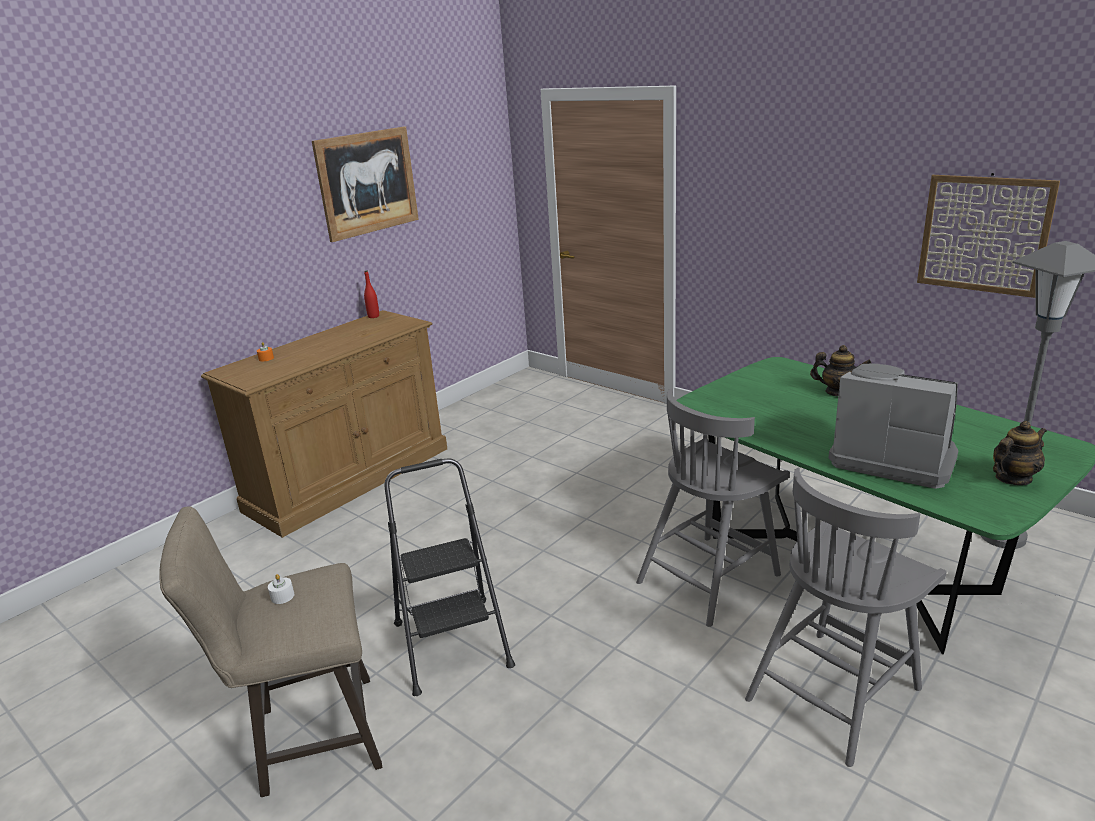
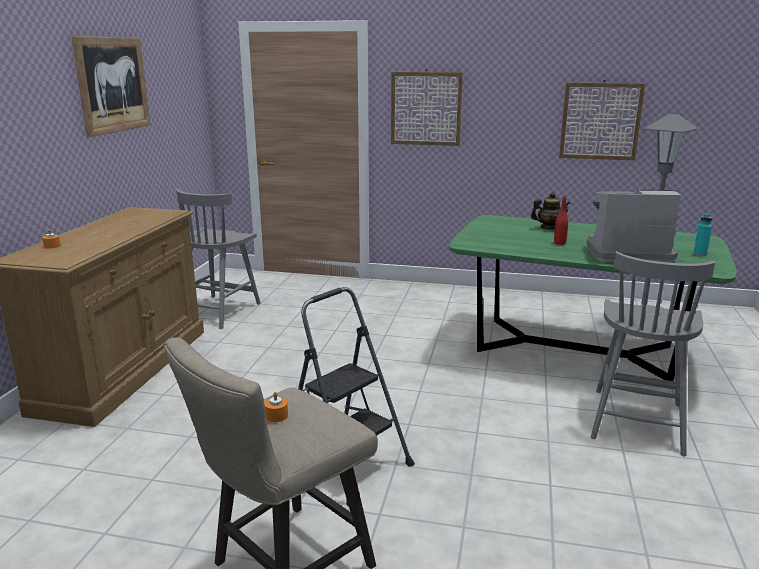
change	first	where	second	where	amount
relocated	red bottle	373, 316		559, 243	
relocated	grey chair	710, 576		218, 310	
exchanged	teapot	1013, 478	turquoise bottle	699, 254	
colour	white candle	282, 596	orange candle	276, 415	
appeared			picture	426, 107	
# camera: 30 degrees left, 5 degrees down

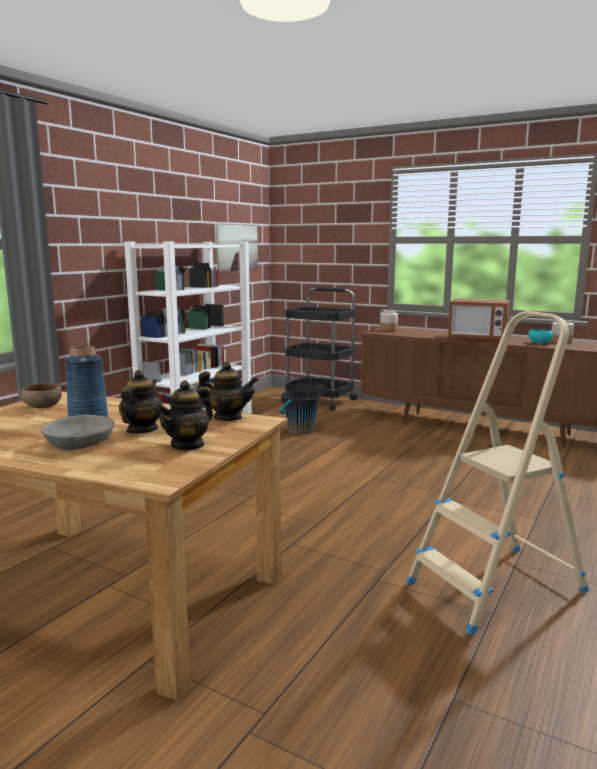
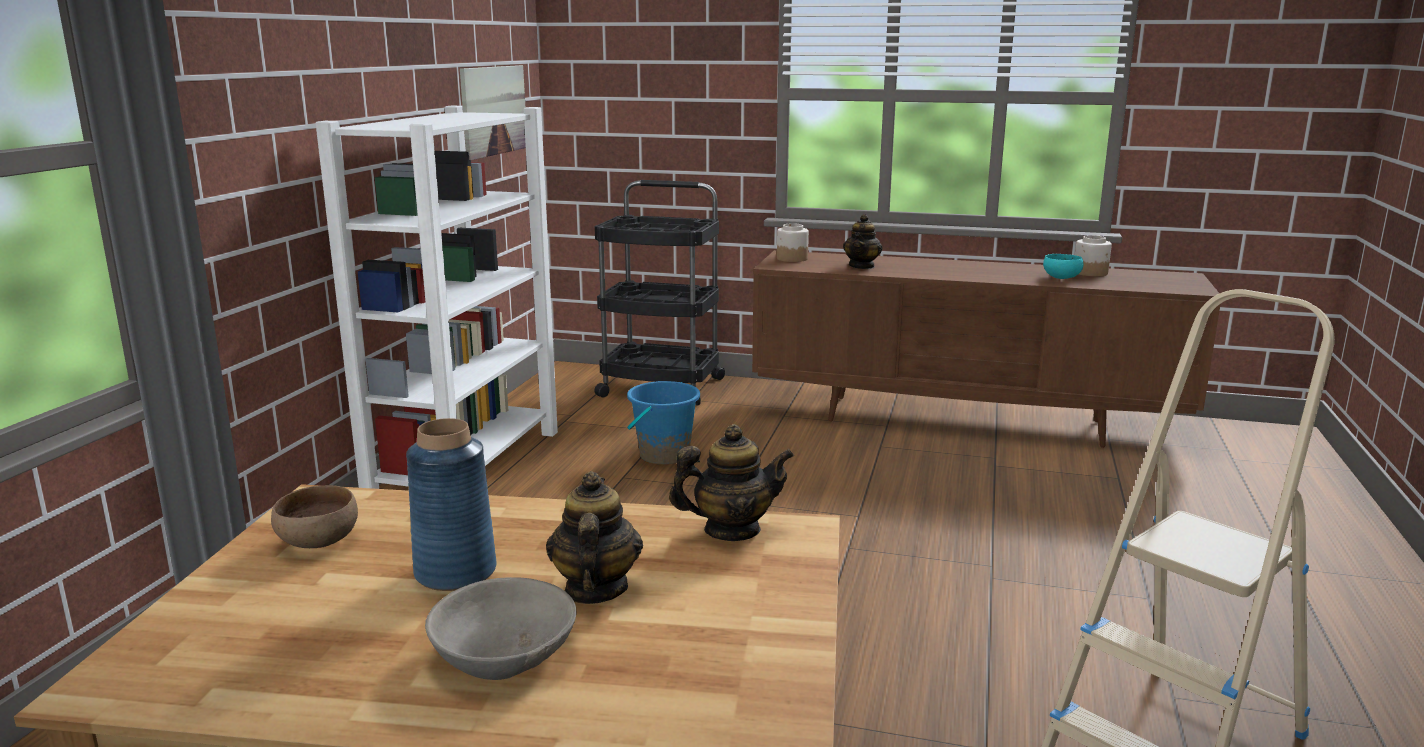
change	first	where	second	where	amount
missing	microwave	477, 339			
relocated	teapot	188, 445		862, 266	
colour	black bucket	300, 430	blue bucket	664, 455	
# camera: 15 degrees left, 5 degrees up

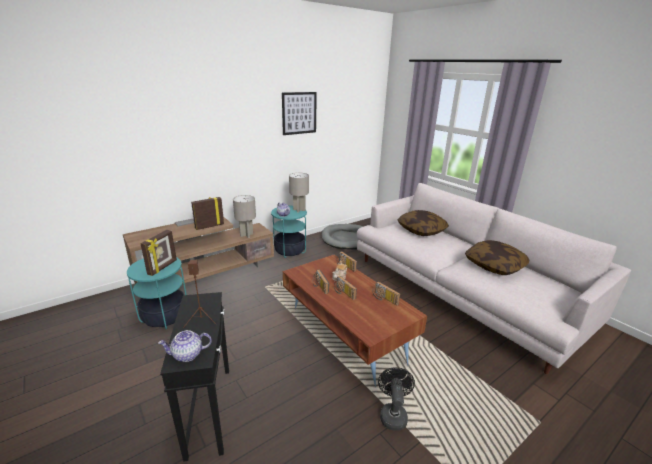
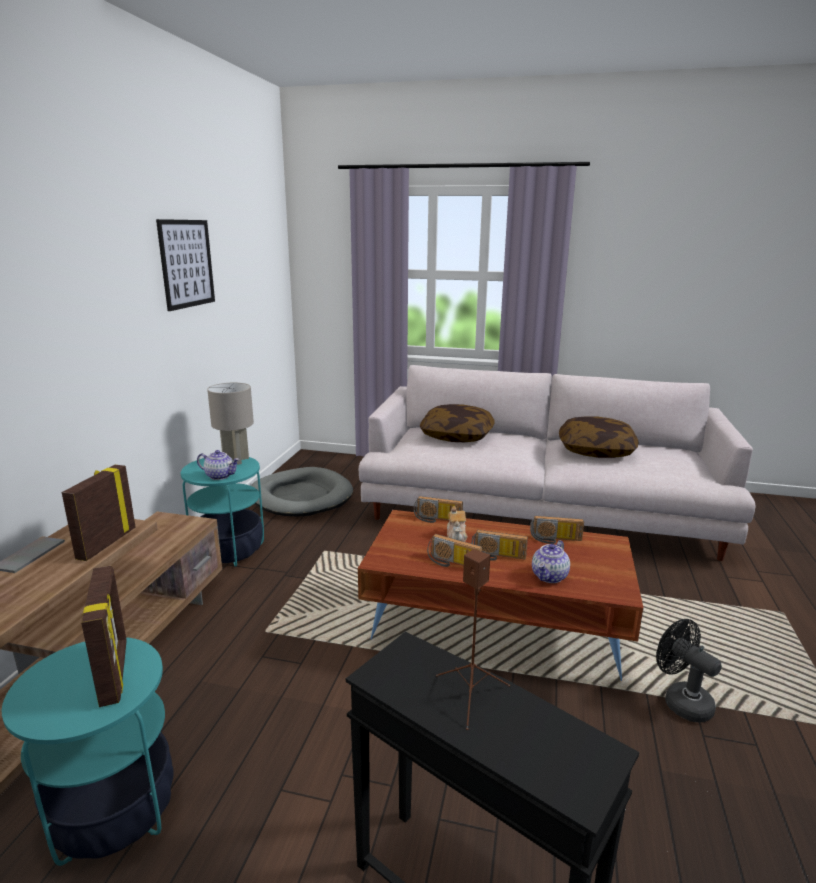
change	first	where	second	where	amount
missing	grey table lamp	246, 235			
relocated	teapot	187, 355		550, 576	
# camera: 40 degrees left, 5 degrees down

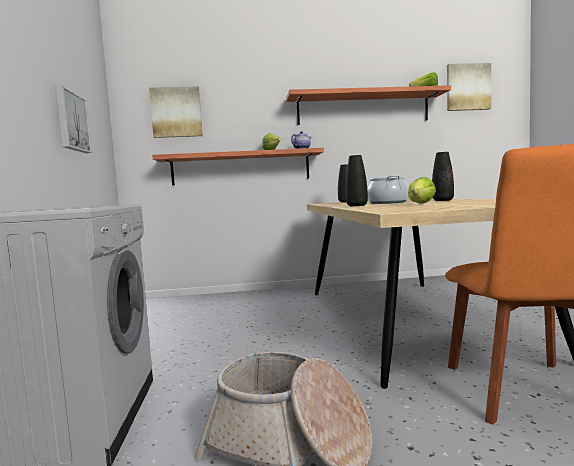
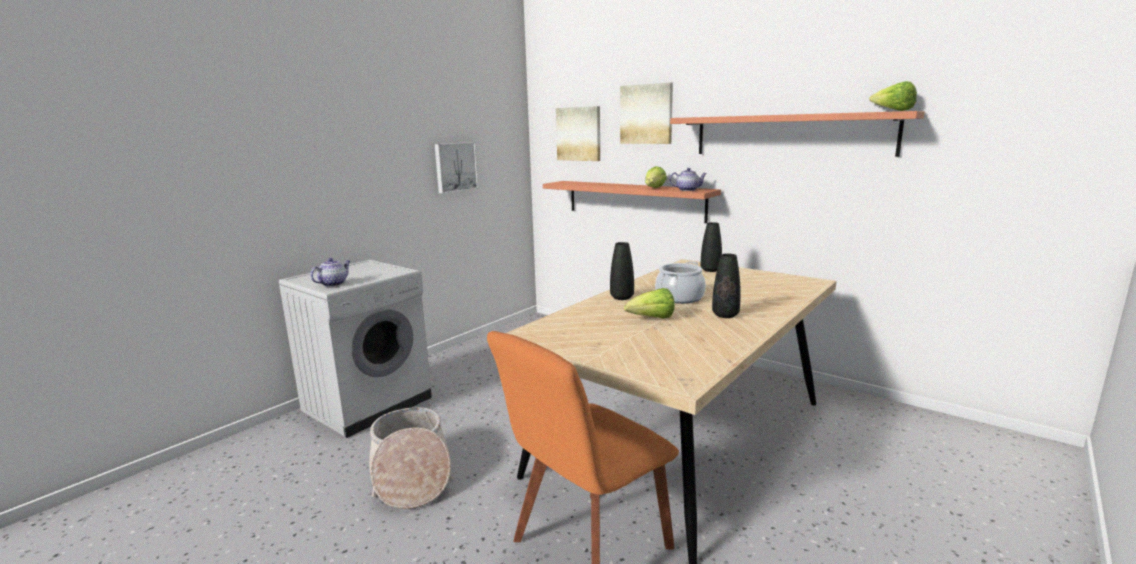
change	first	where	second	where	amount
relocated	picture	468, 87		646, 114	
appeared			teapot	333, 284	
# camera: 45 degrees right, 10 degrees up

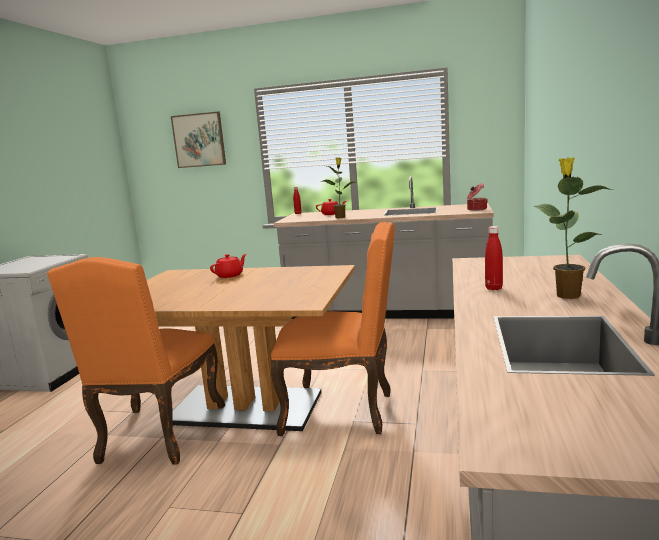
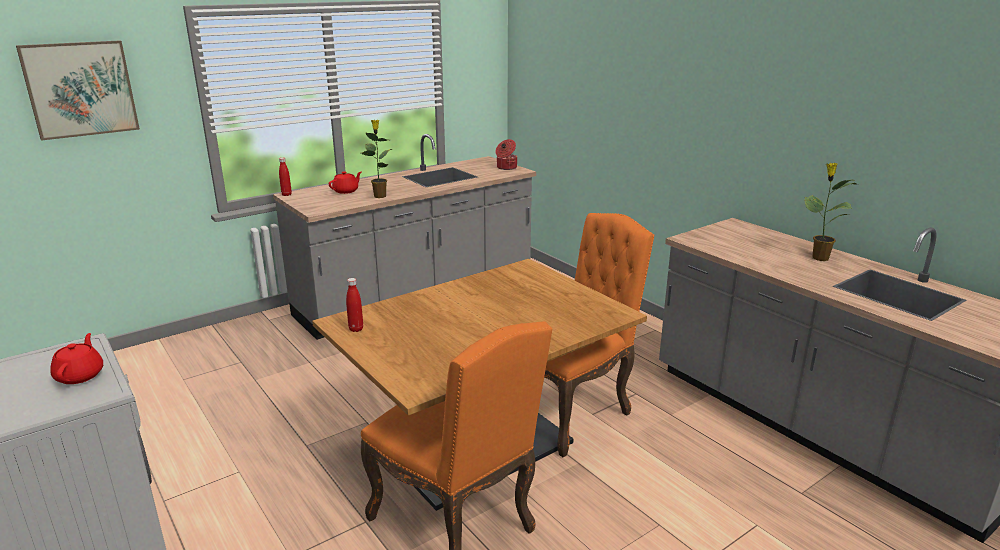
change	first	where	second	where	amount
relocated	red bottle	493, 288		356, 329	
relocated	red teapot	230, 275		80, 375	
# camera: 50 degrees left, 10 degrees up

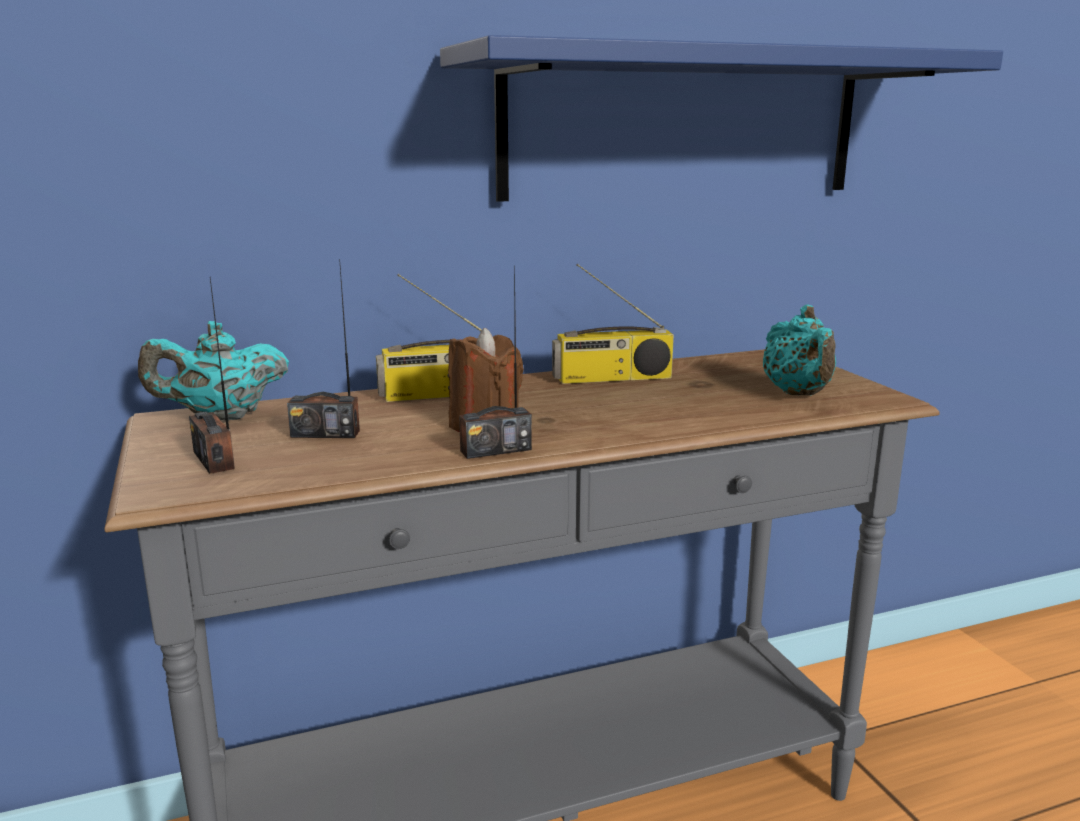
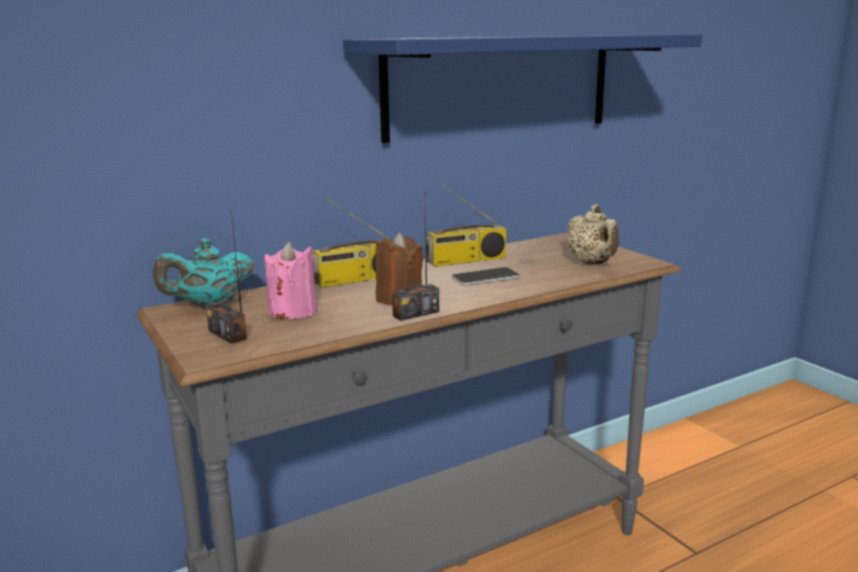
change	first	where	second	where	amount
exchanged	radio	325, 433	pink candle	293, 312	
colour	turquoise teapot	798, 394	beige teapot	592, 263	
appeared			phone	486, 278	
# camera: 10 degrees left, 0 degrees up

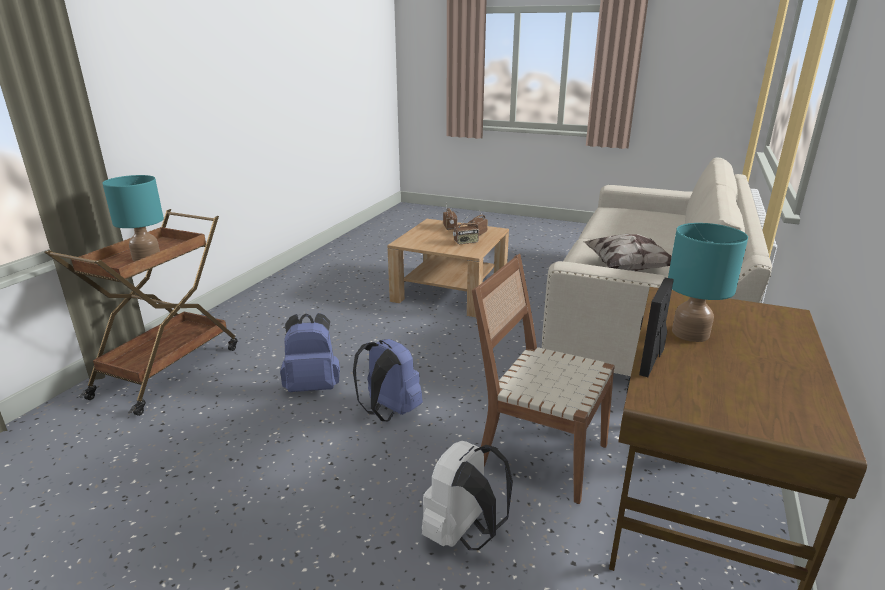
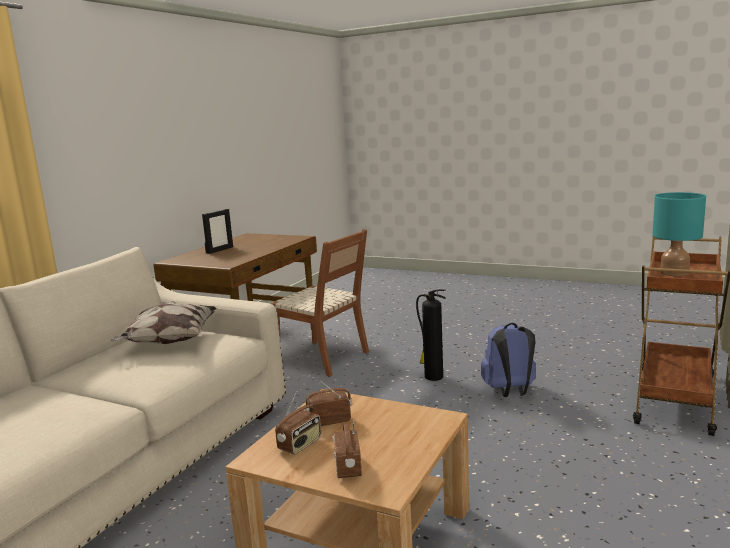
change	first	where	second	where	amount
missing	turquoise table lamp	691, 333			
relocated	picture frame	652, 361		219, 250	
exchanged	blue backpack	389, 411	fire extinguisher	432, 376	
missing	white backpack	463, 534			
# camera: 175 degrees left, 10 degrees down

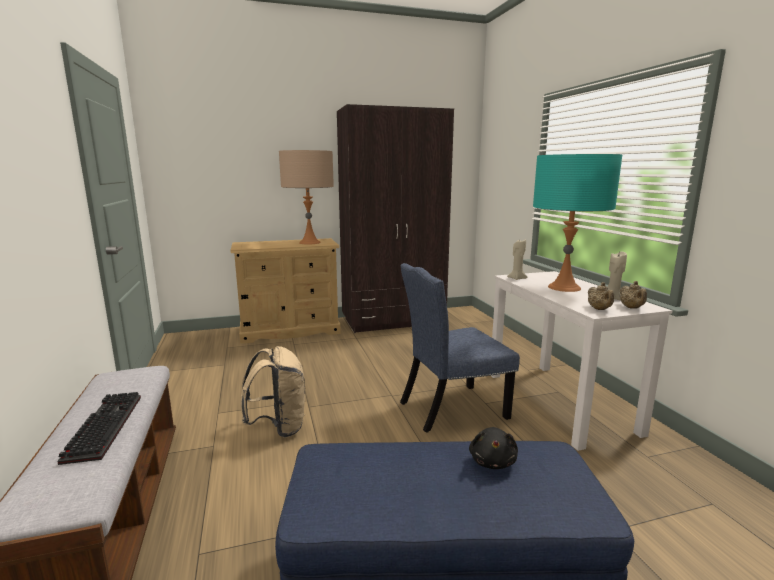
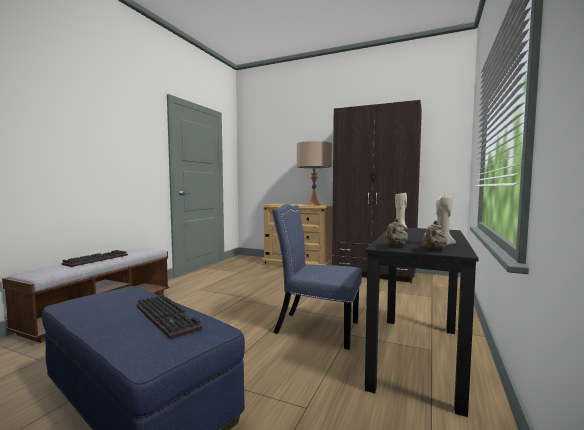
change	first	where	second	where	amount
missing	turquoise table lamp	564, 287			
colour	white desk	559, 402	black desk	417, 356	
missing	beige backpack	279, 427			
exchanged	black plush toy	492, 461	keyboard	169, 317	
# camera: 40 degrees right, 10 degrees down

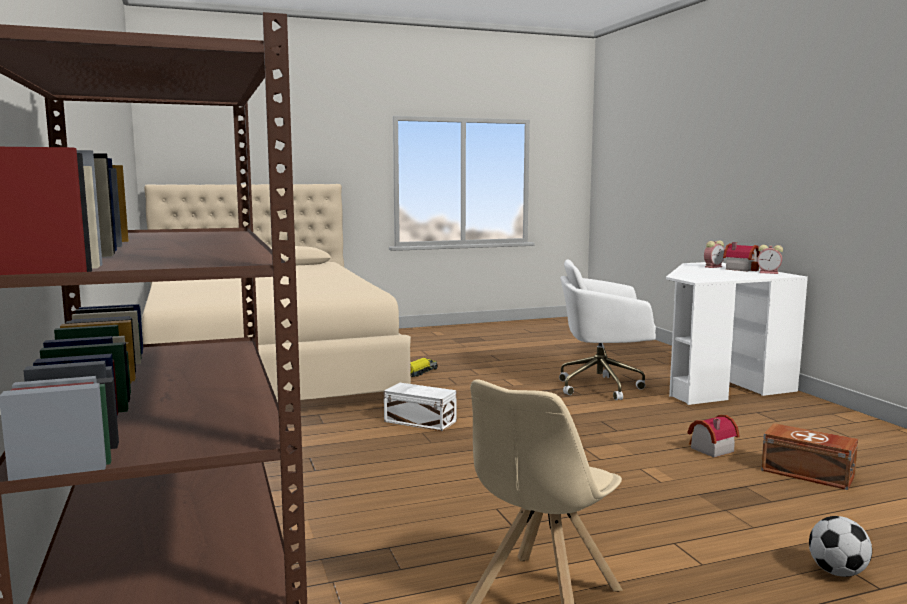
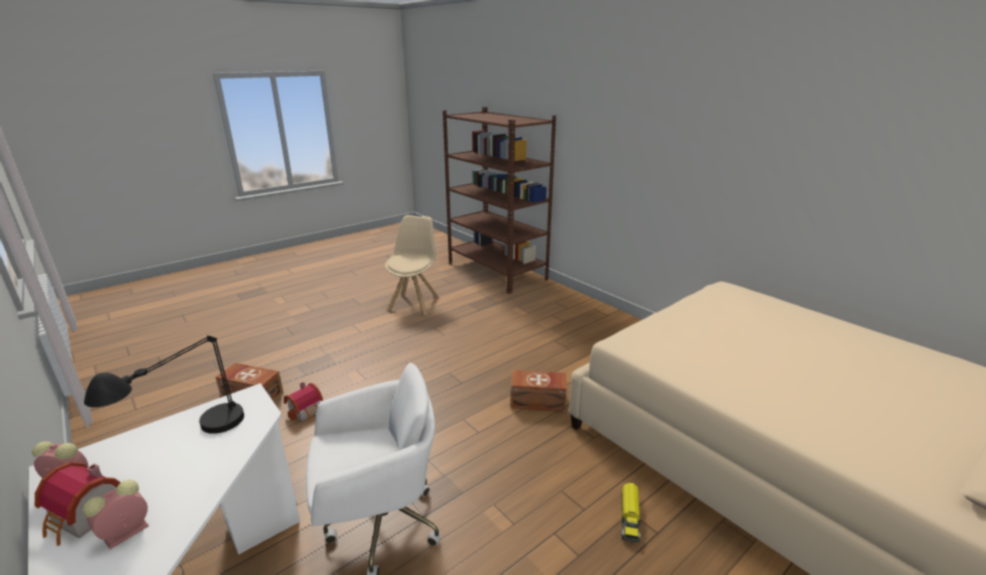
change	first	where	second	where	amount
colour	white storage box	419, 421	brown storage box	538, 401	
missing	football	837, 572			
appeared			black table lamp	191, 442	
# camera: 160 degrees right, 15 degrees up

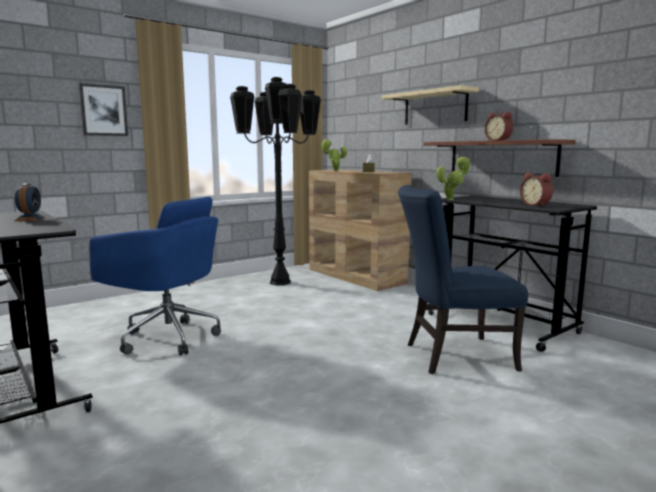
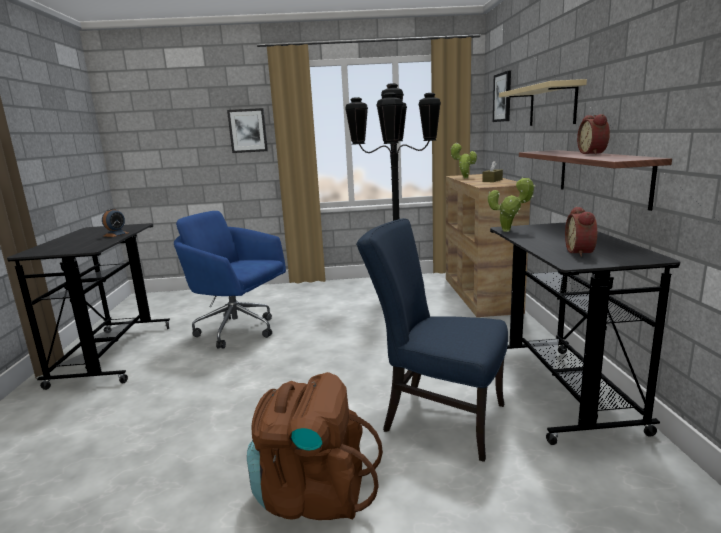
change	first	where	second	where	amount
spun	blue office chair	165, 338		240, 332	150 degrees clockwise
appeared			picture	503, 97	
appeared			brown backpack	313, 494	
# camera: 35 degrees right, 5 degrees up

